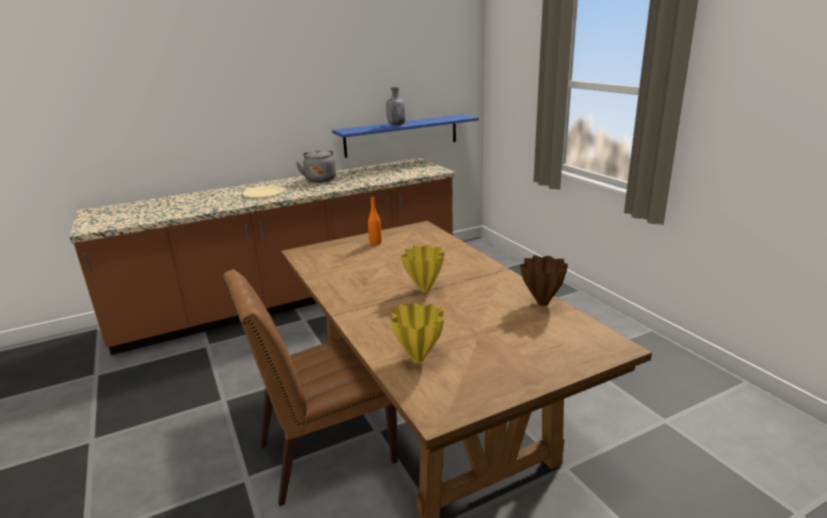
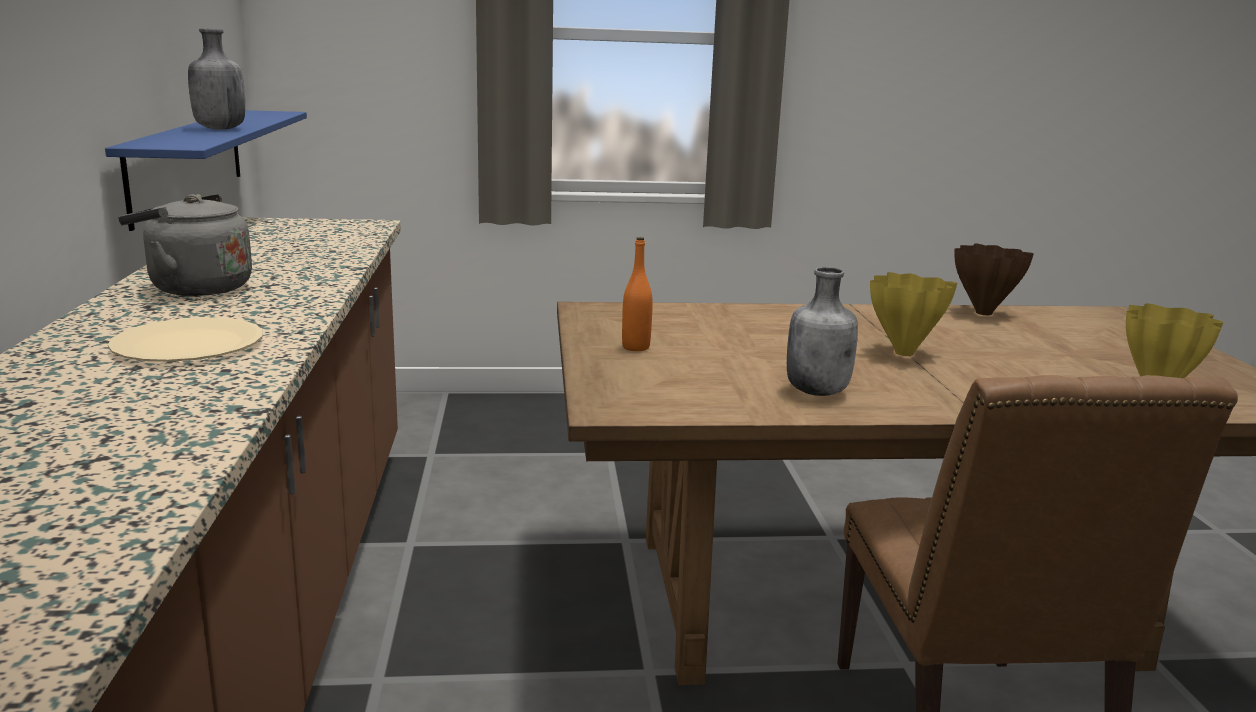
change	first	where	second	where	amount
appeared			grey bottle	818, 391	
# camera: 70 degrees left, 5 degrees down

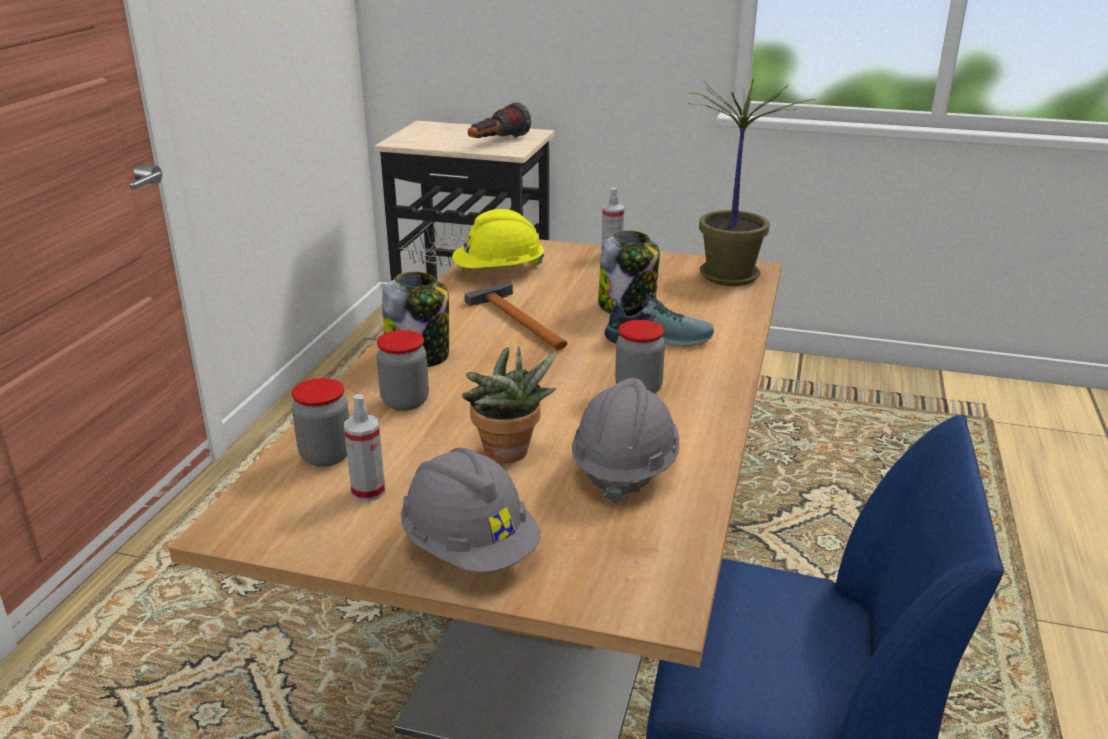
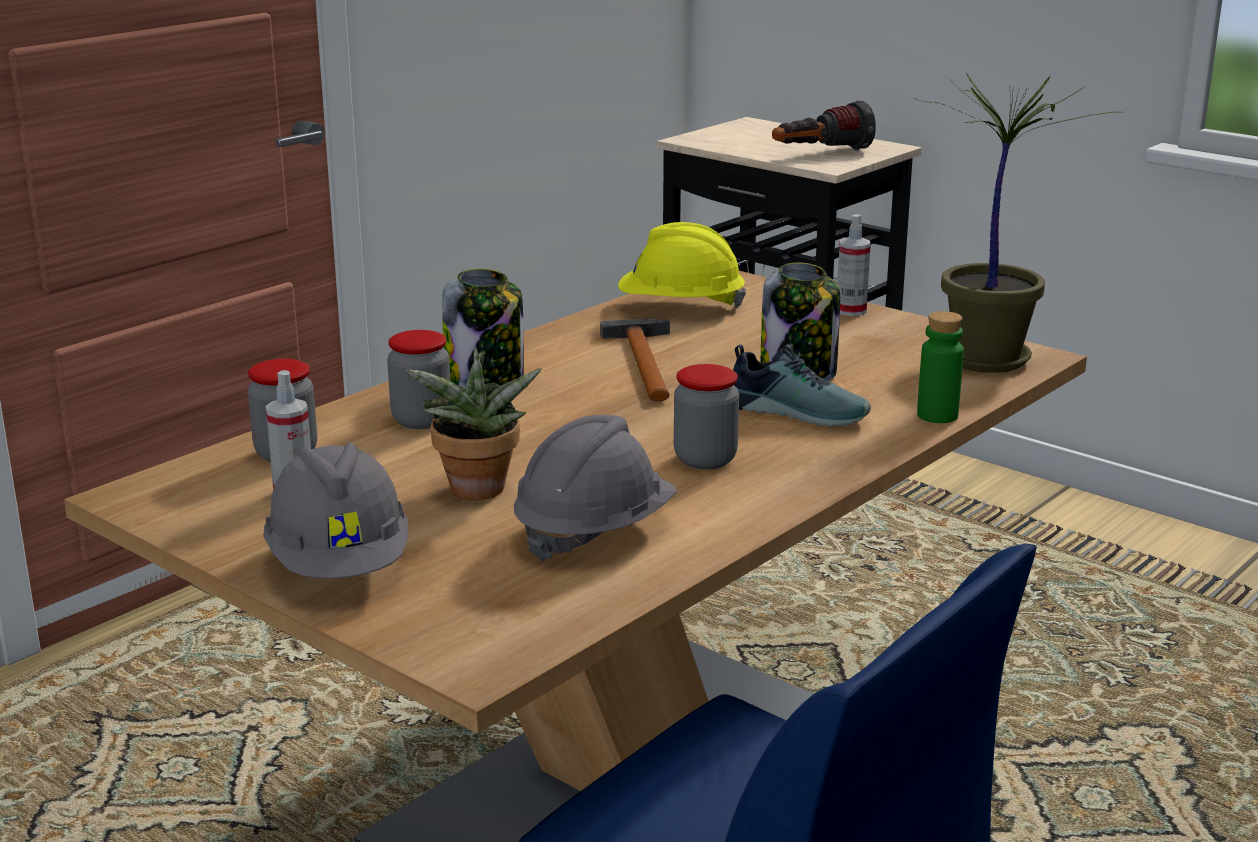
change	first	where	second	where	amount
appeared			green bottle	937, 415	
# camera: 25 degrees right, 5 degrees down

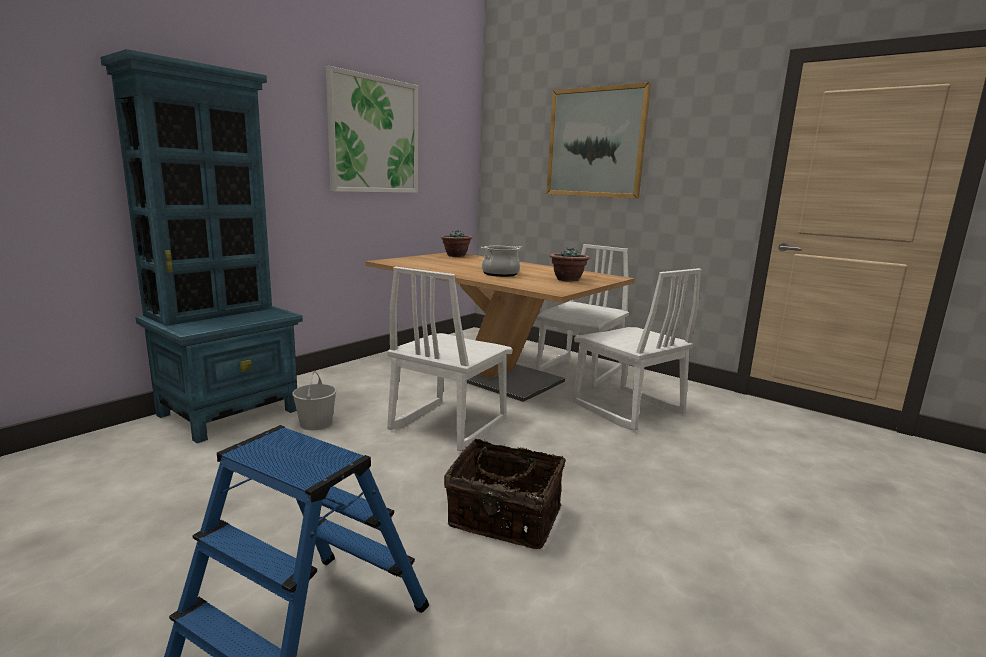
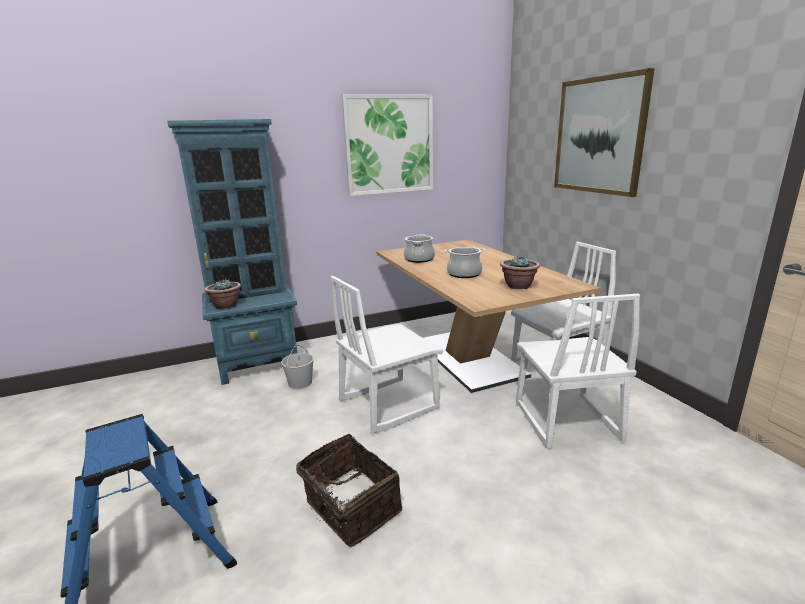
change	first	where	second	where	amount
relocated	potted plant	455, 256		226, 306	
appeared			cooking pot	419, 259	
# camera: 30 degrees right, 5 degrees up

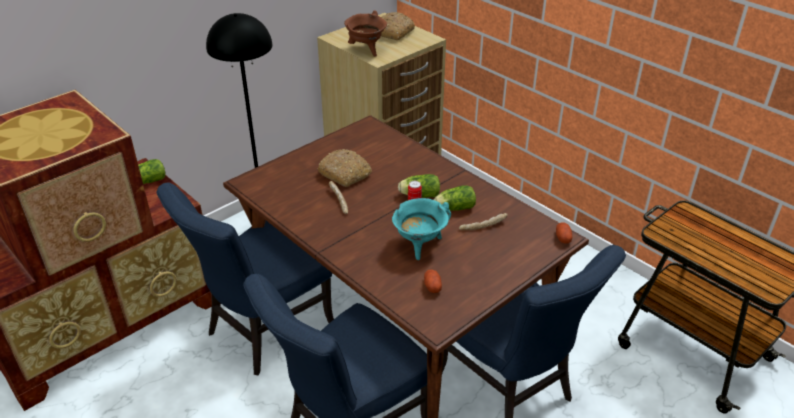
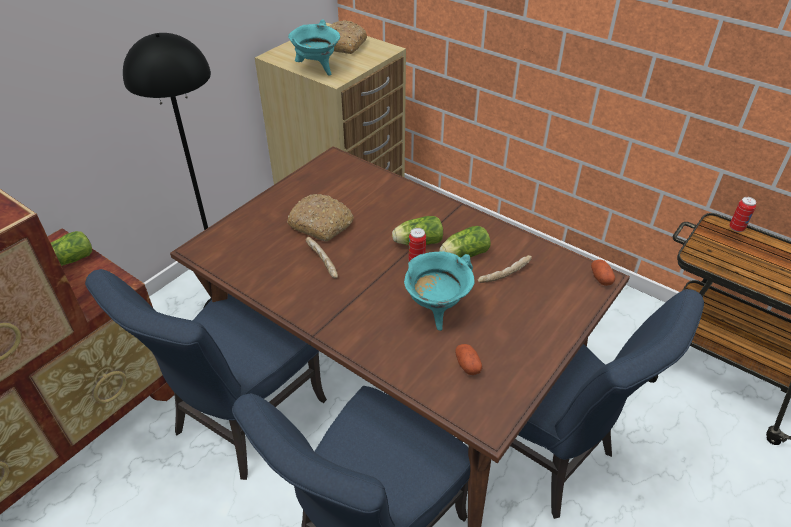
change	first	where	second	where	amount
colour	brown cooking pot	366, 50	turquoise cooking pot	317, 68	
appeared			can	736, 228	
# camera: 10 degrees left, 5 degrees up

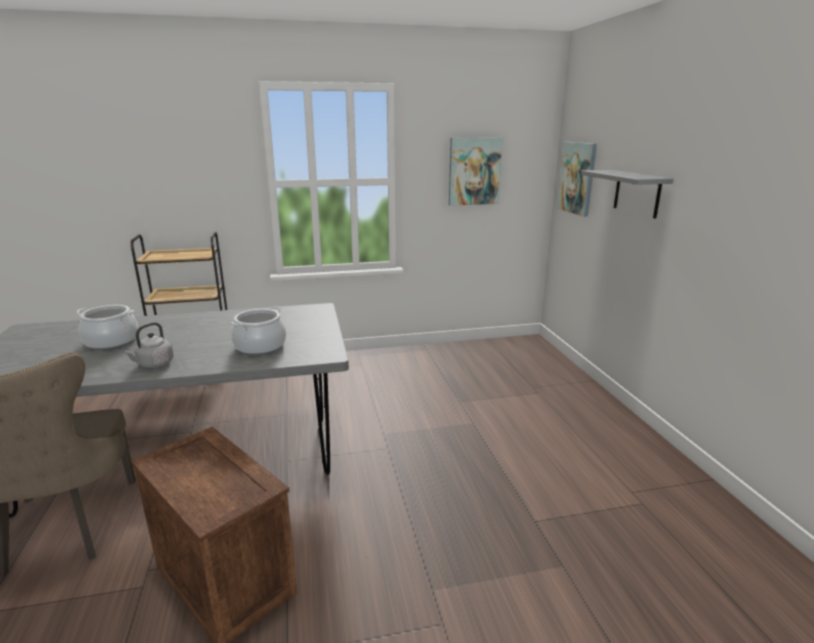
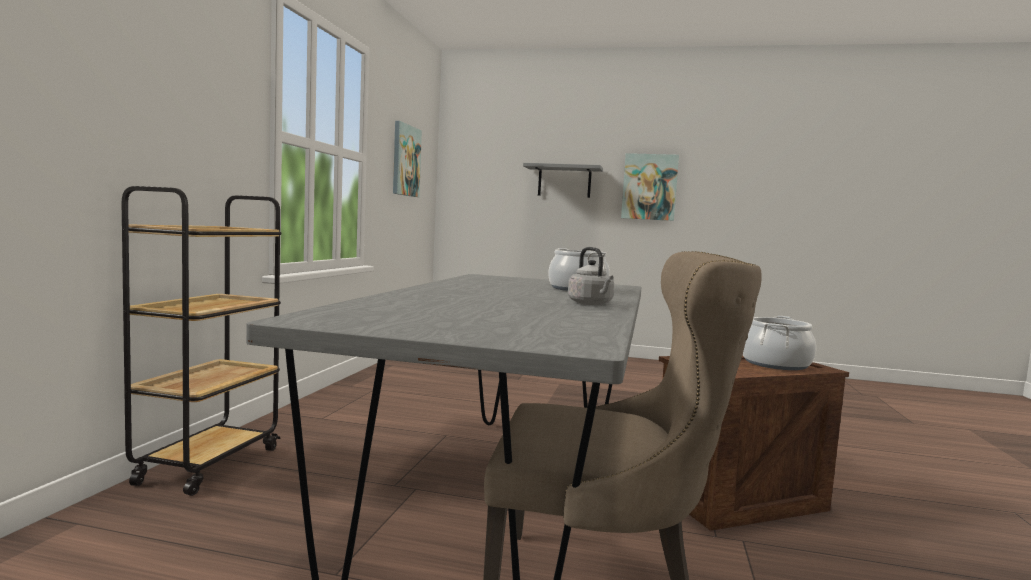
change	first	where	second	where	amount
relocated	picture	577, 178		649, 187	
relocated	cooking pot	112, 341		775, 364	
# camera: 65 degrees left, 15 degrees down

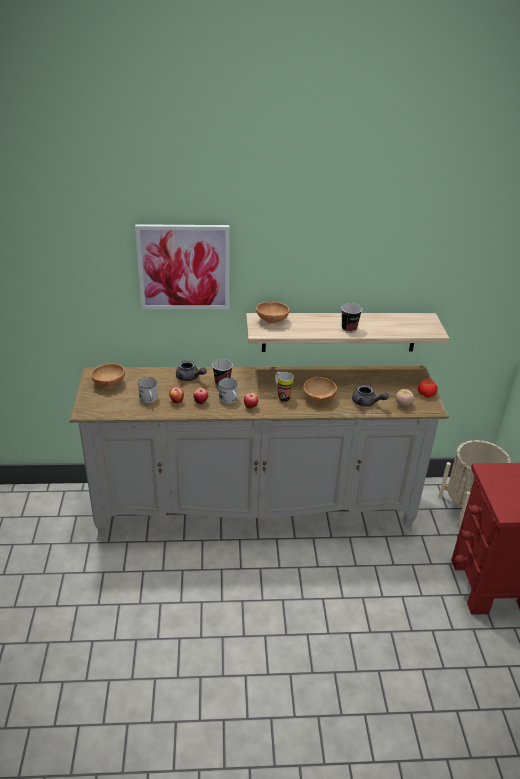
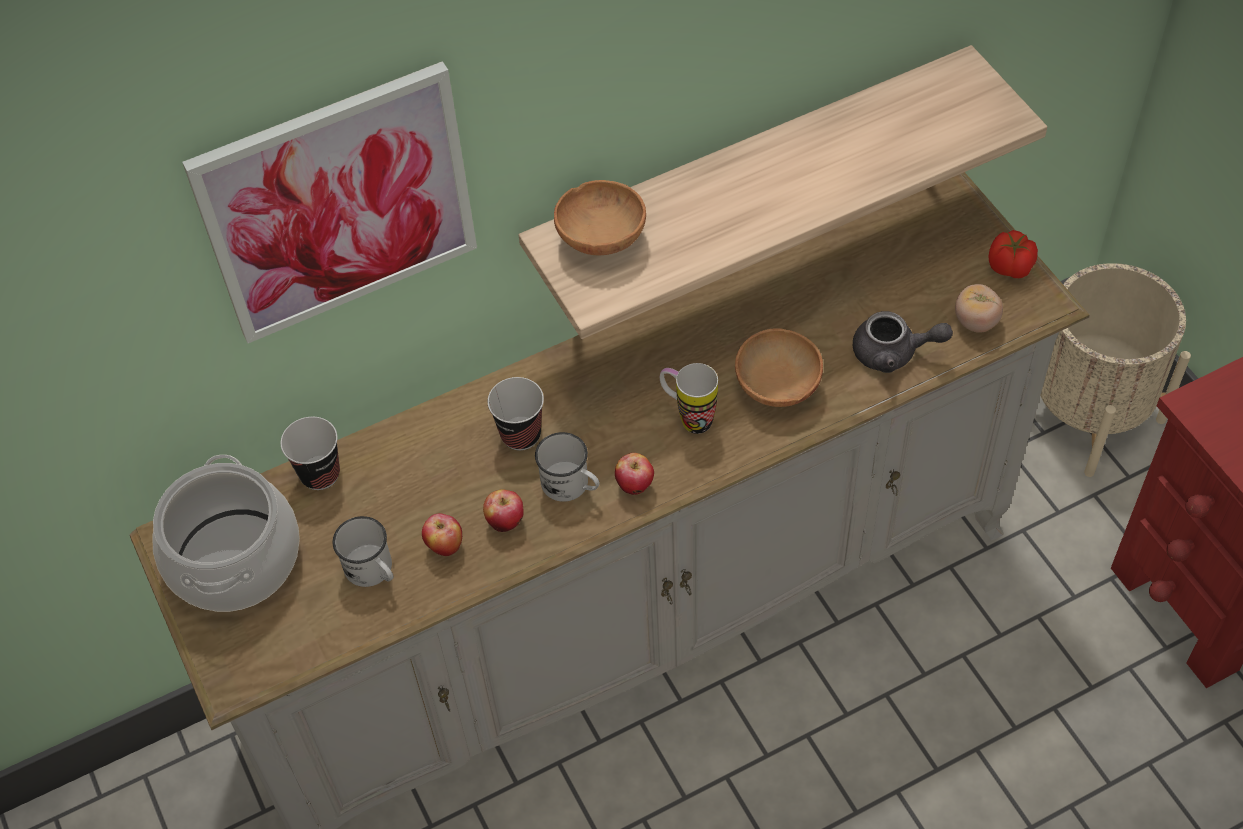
change	first	where	second	where	amount
relocated	cup	349, 328		320, 474	
missing	grey teapot	190, 378			
exchanged	brown bowl	108, 383	cooking pot	233, 559	
# camera: 20 degrees left, 20 degrees up

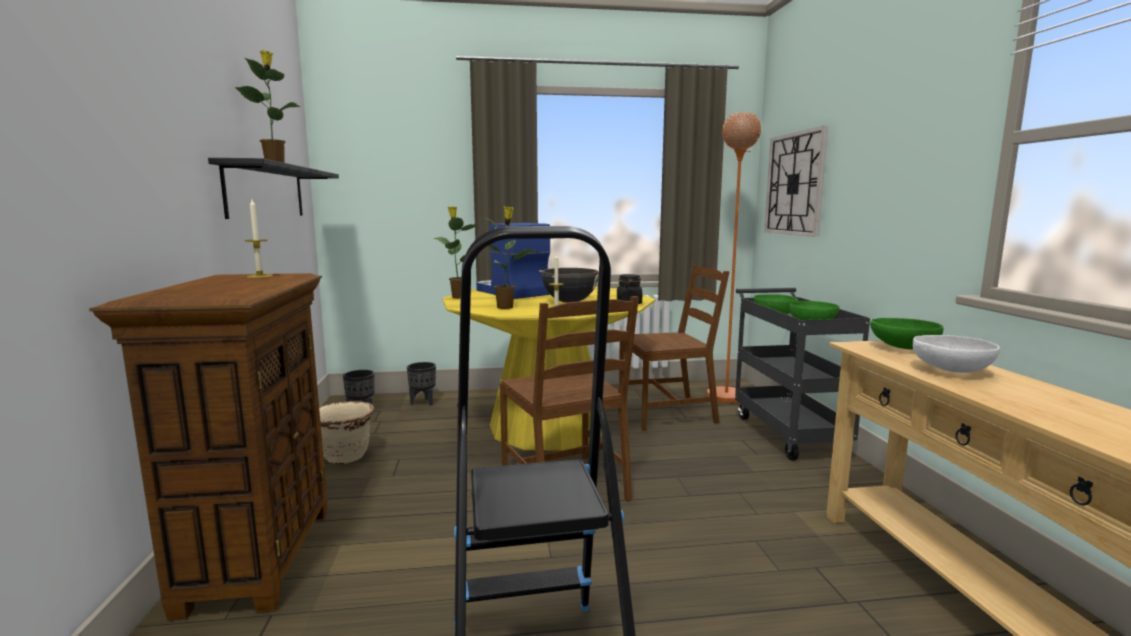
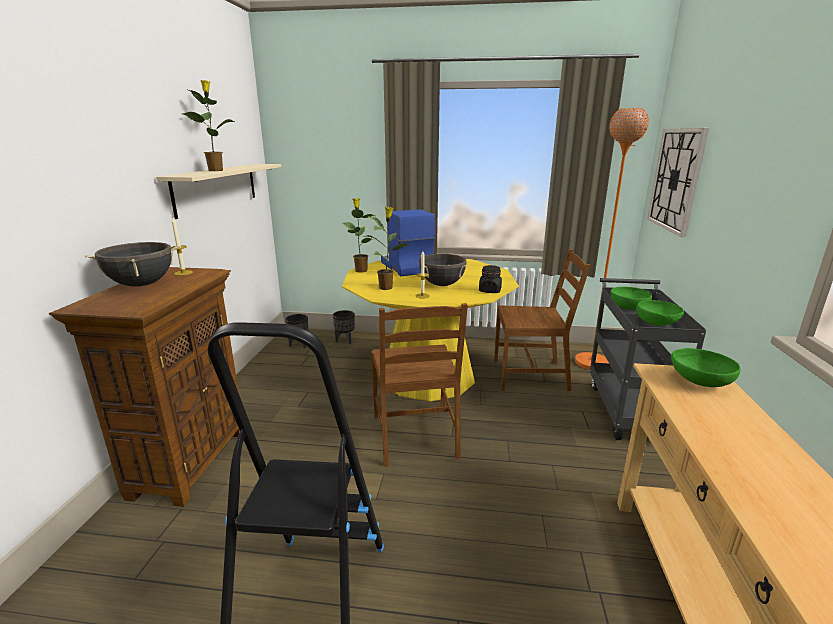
change	first	where	second	where	amount
colour	black shelf	267, 192	beige shelf	217, 188	
missing	white bowl	951, 371			
missing	beige planter	345, 456			
appeared			black cooking pot	141, 285	
# camera: 15 degrees right, 10 degrees up

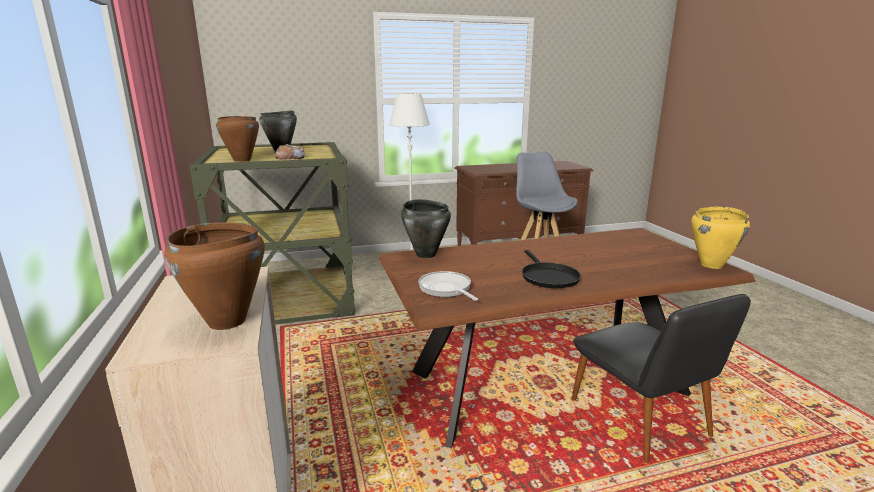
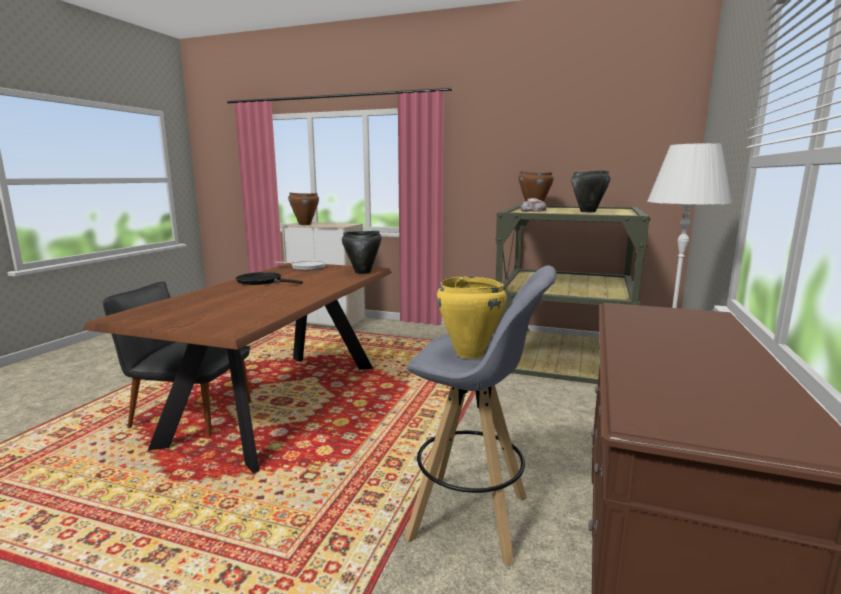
change	first	where	second	where	amount
relocated	yellow cooking pot	712, 265		469, 354	
# camera: 125 degrees right, 5 degrees down

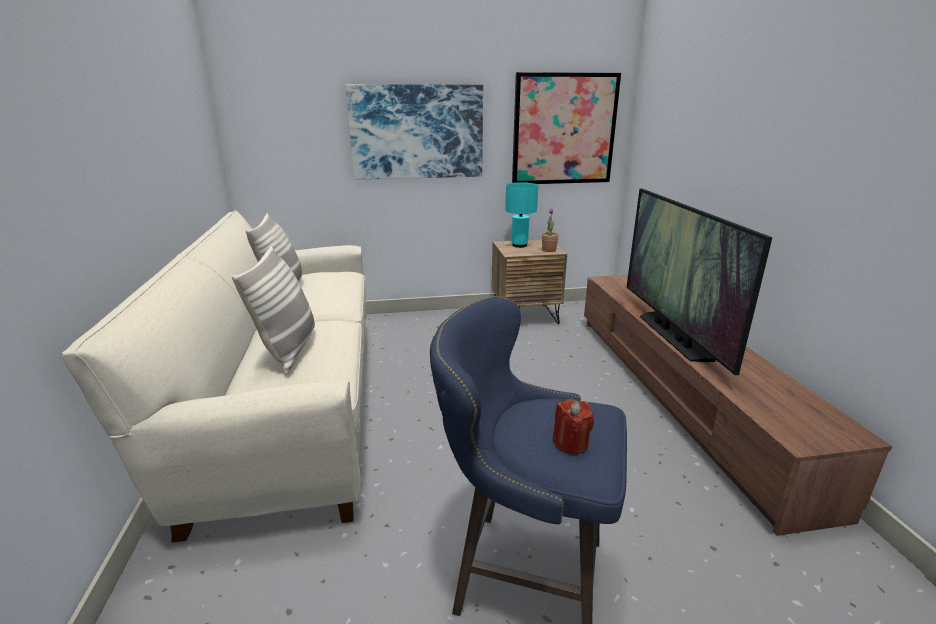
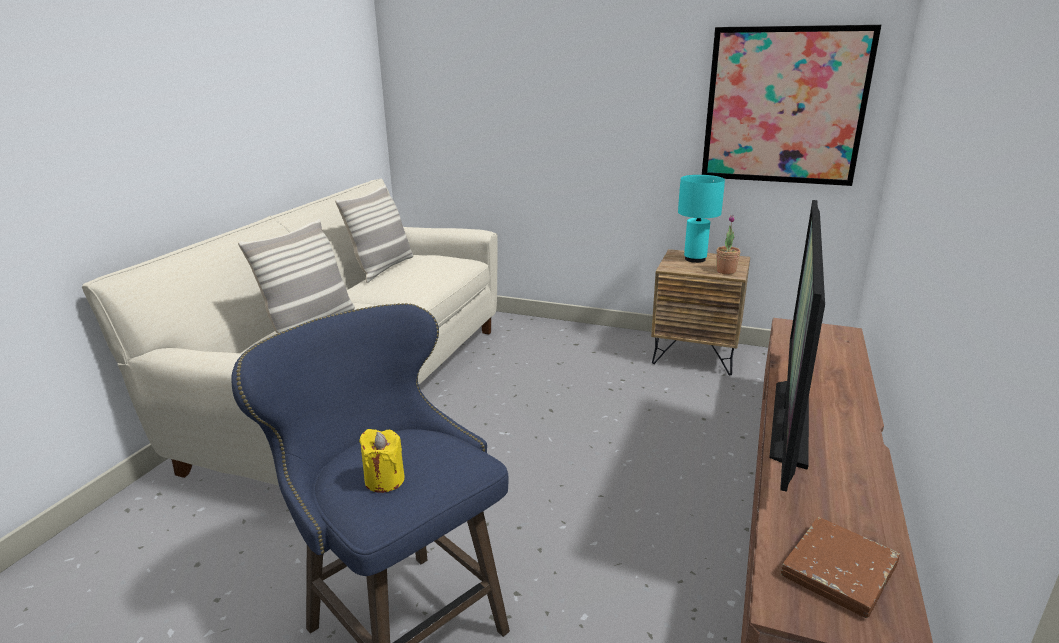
change	first	where	second	where	amount
missing	picture	417, 132			
colour	red candle	571, 443	yellow candle	384, 480	
appeared			brown book	838, 571	
# camera: 30 degrees right, 0 degrees up

